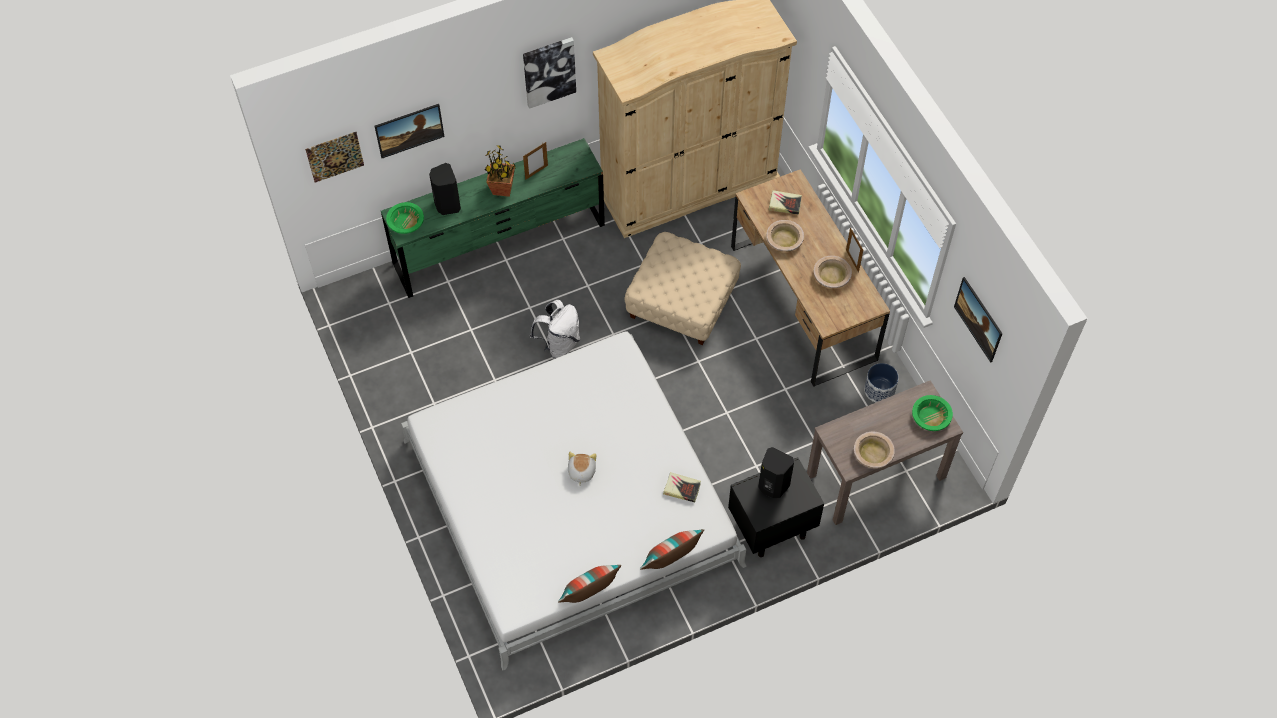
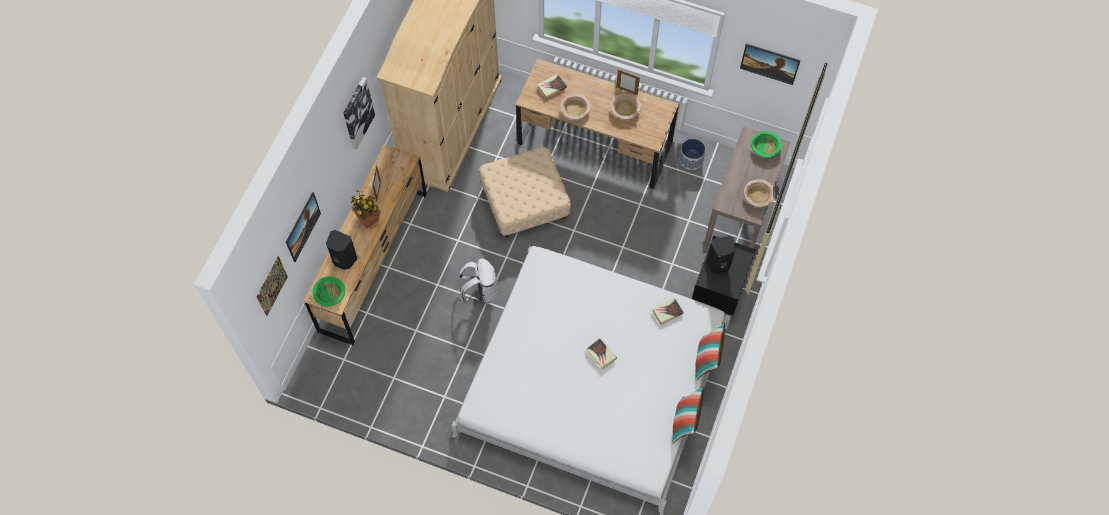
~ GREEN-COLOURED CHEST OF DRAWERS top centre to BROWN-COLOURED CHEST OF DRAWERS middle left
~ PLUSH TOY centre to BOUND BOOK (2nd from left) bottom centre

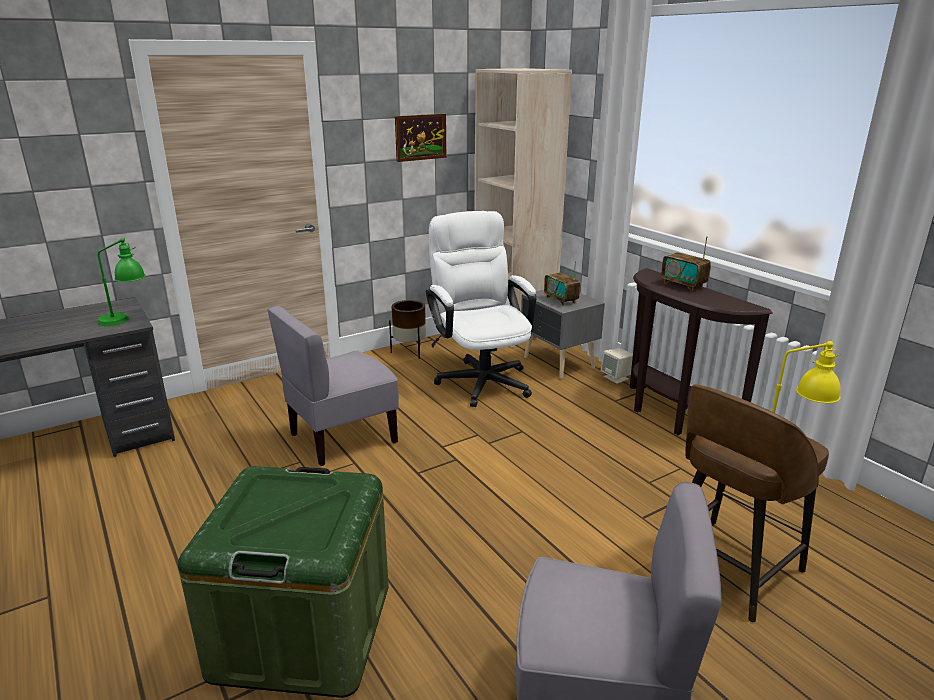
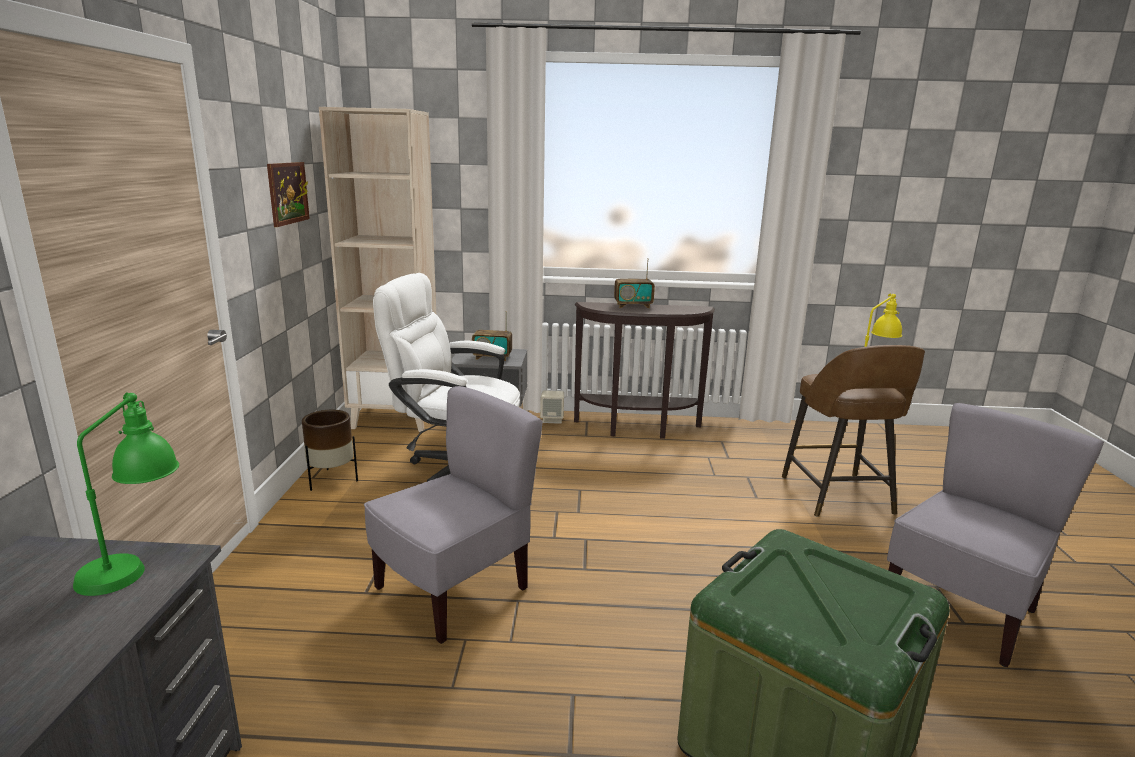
~ GRAY UPRIGHT CHAIR (1st from left) centre = bottom centre 135 degrees counterclockwise

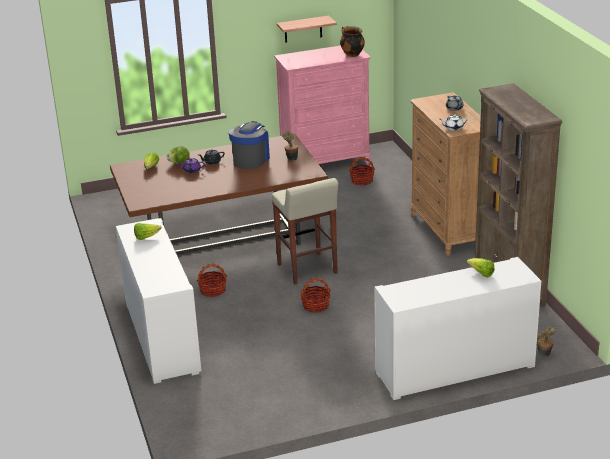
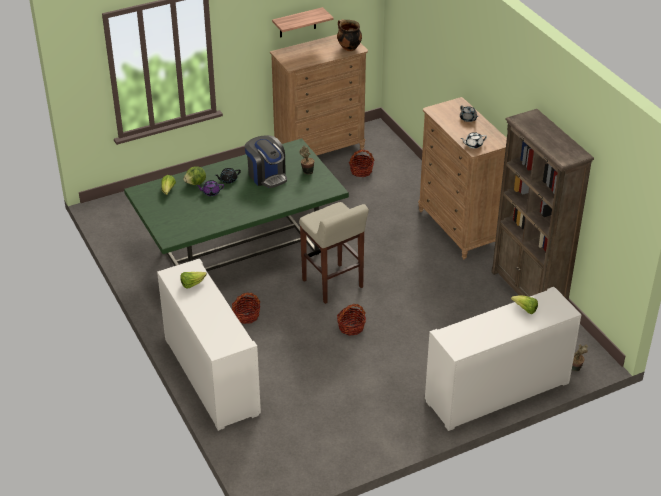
~ BROWN-COLOURED DINING TABLE centre to GREEN-COLOURED DINING TABLE centre
~ COFFEE MAKER top centre = top centre 135 degrees clockwise
~ PINKISH CHEST OF DRAWERS top centre to BROWN-COLOURED CHEST OF DRAWERS (1st from left) top centre

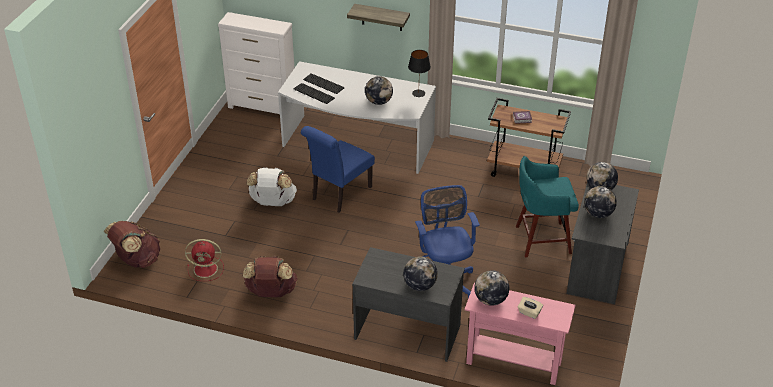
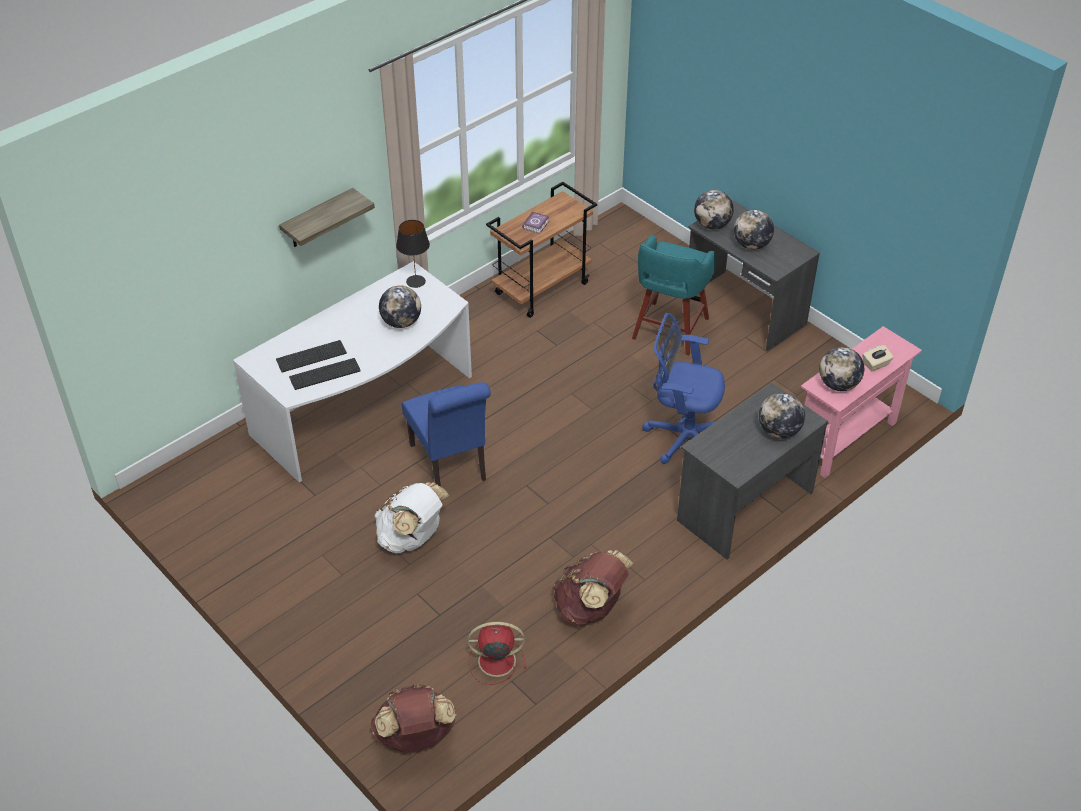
~ RED-COLOURED FAN bottom left = bottom centre 120 degrees counterclockwise
- WHITE-COLOURED CHEST OF DRAWERS top left

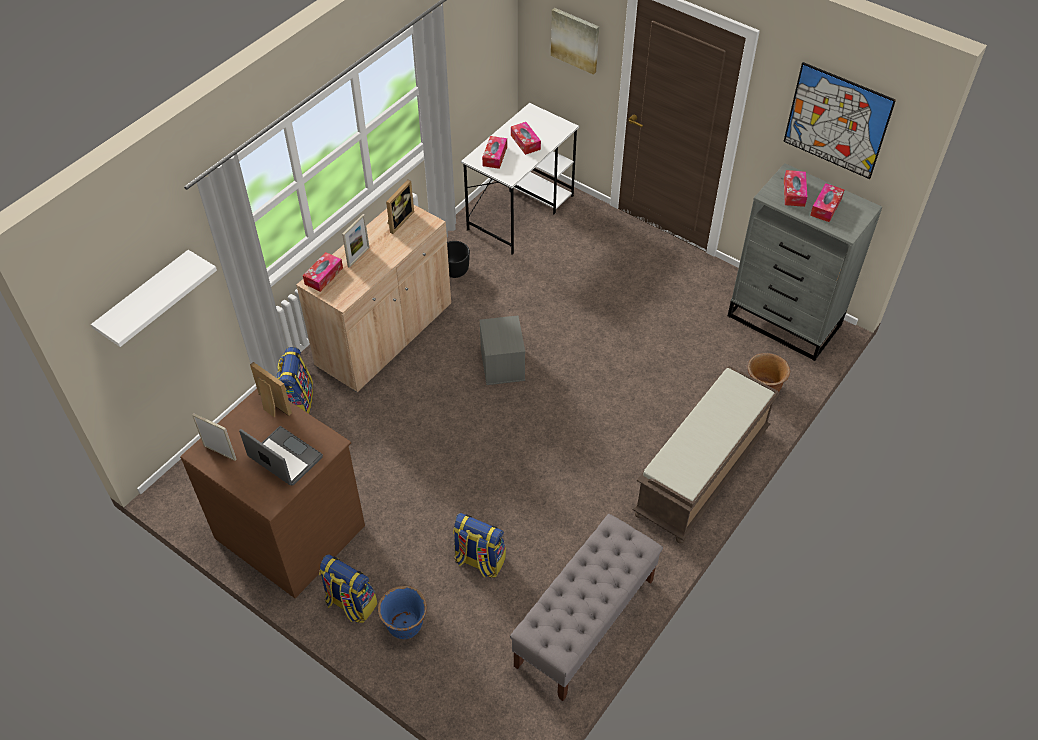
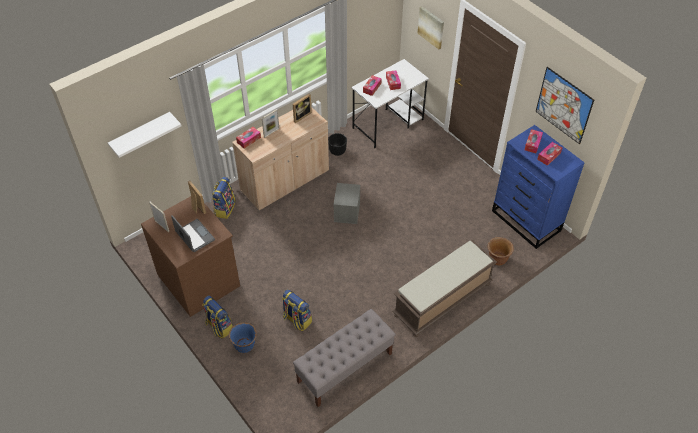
~ GRAY CHEST OF DRAWERS middle right to BLUE CHEST OF DRAWERS middle right

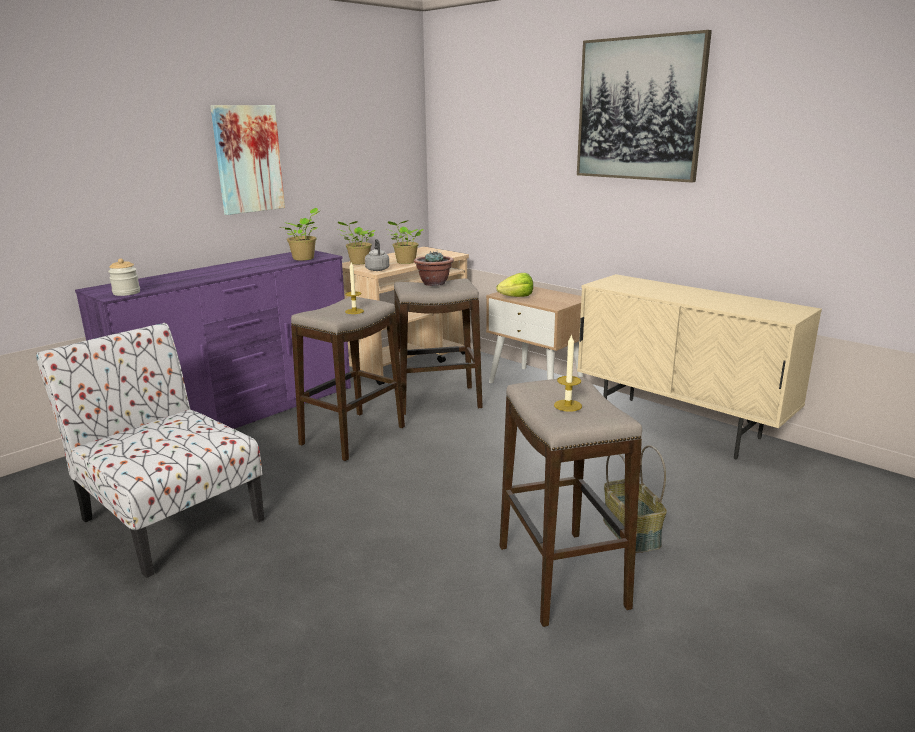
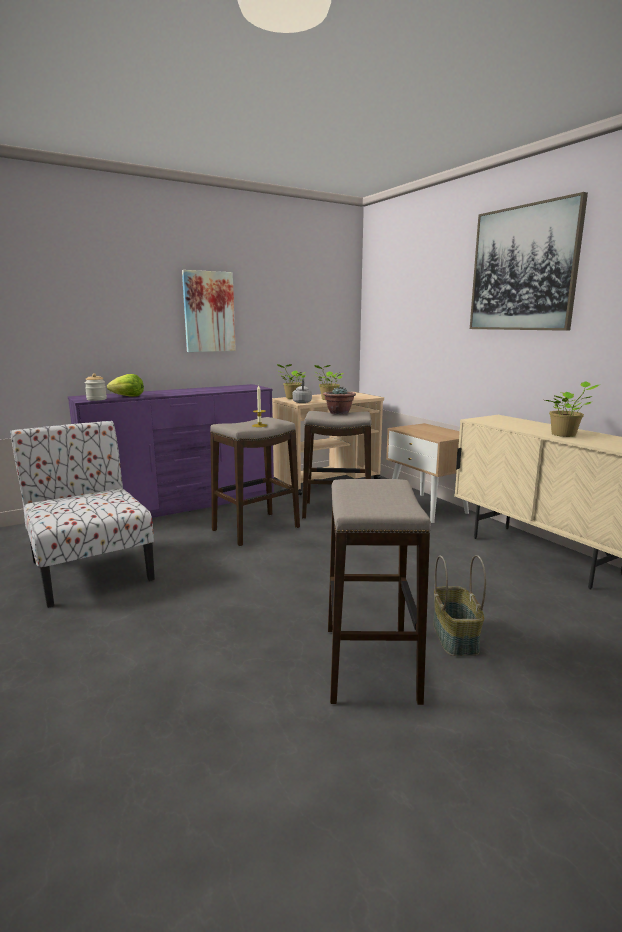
~ HOUSEPLANT (1st from left in the first image) top left to HOUSEPLANT (4th from left) middle right
~ LETTUCE centre to middle left
- WAX CANDLE (2nd from left) centre

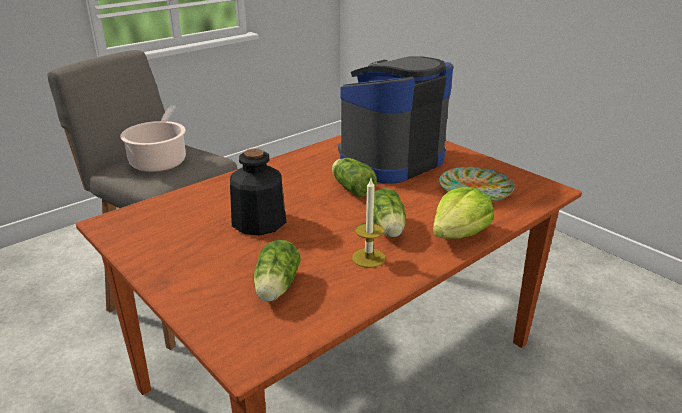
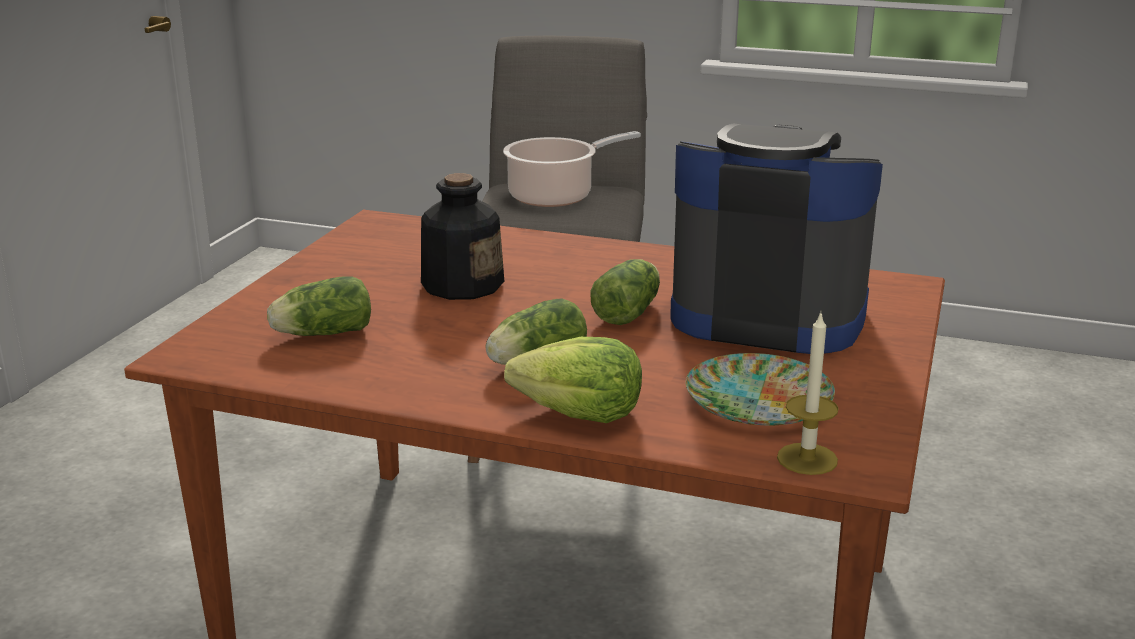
~ WAX CANDLE centre to middle right

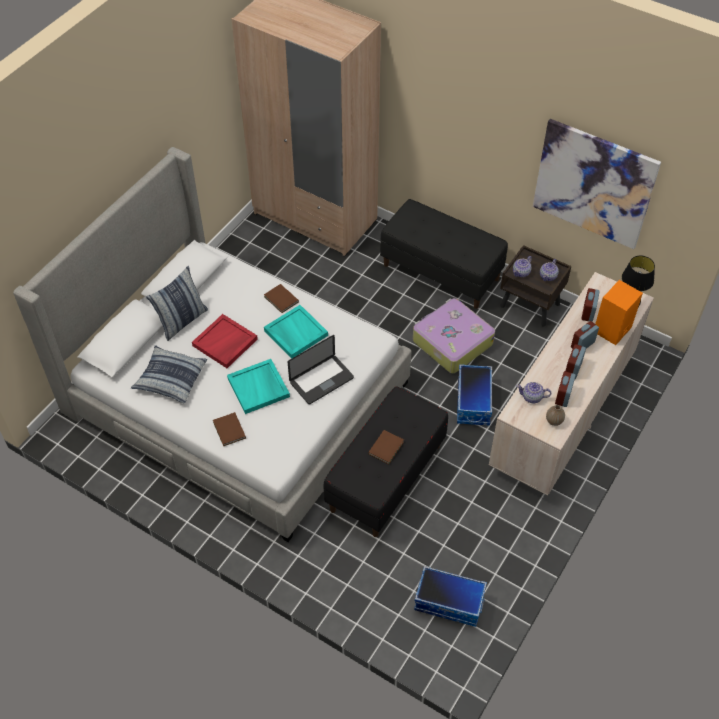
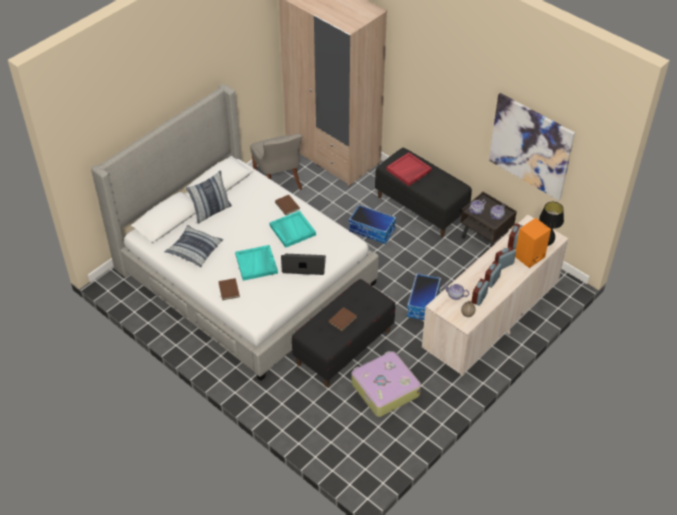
~ RED-COLOURED SERVING TRAY middle left to top centre
~ NOTEBOOK COMPUTER centre = centre 150 degrees counterclockwise
~ SUITCASE centre to bottom centre
~ STORAGE BIN (1st from left) bottom centre to centre
+ GRAY UPRIGHT CHAIR top centre

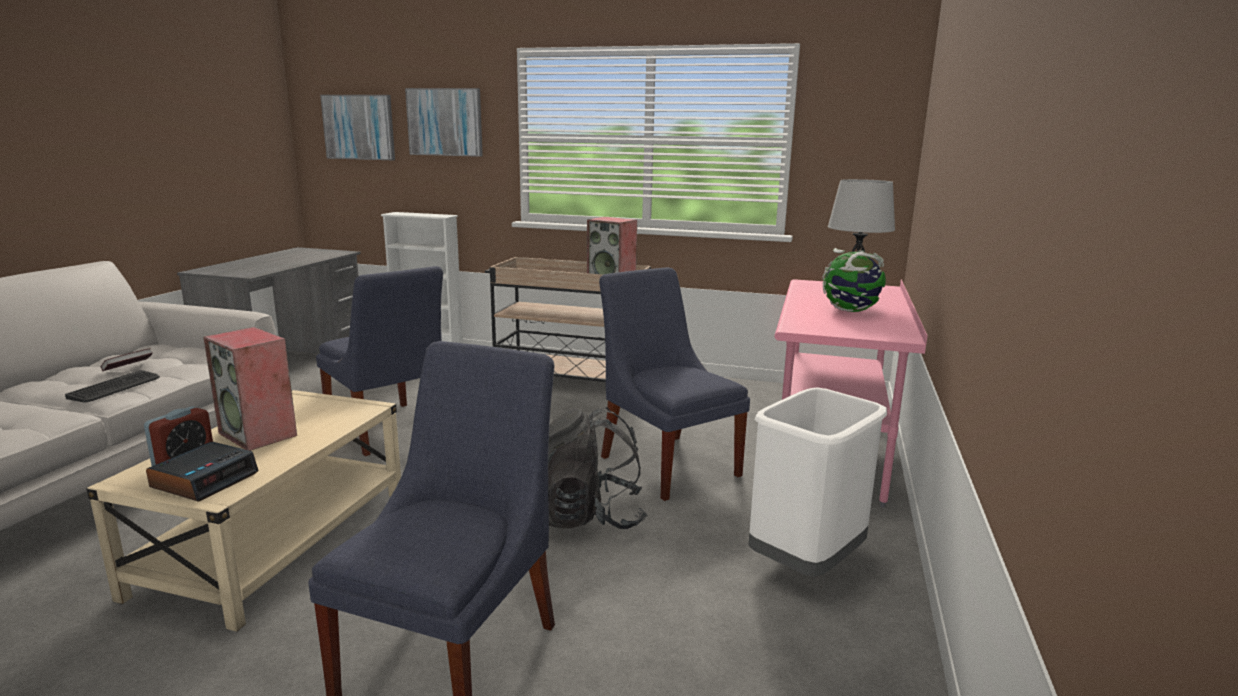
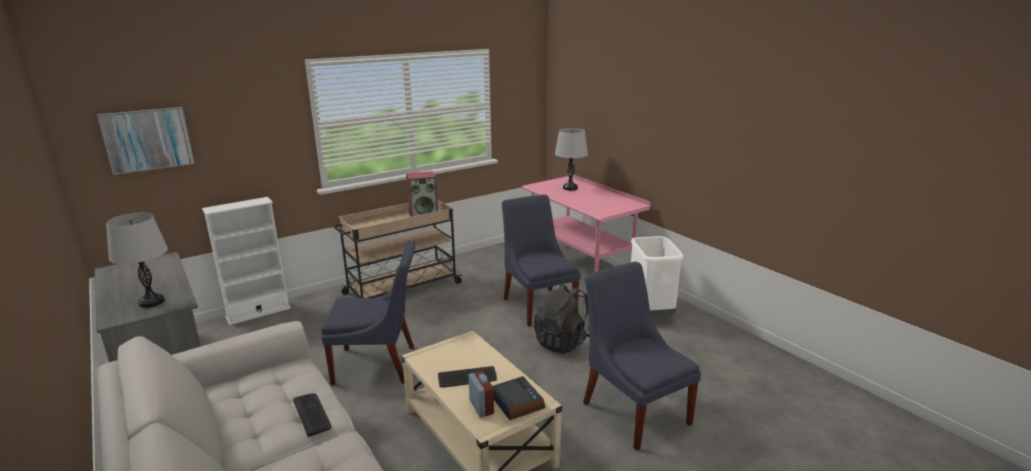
- BOUND BOOK middle left
~ SPEAKER (1st from left) middle left to COMPUTER KEYBOARD (2nd from left) bottom centre
- WALL ART (2nd from left) top centre
~ BLUE UPRIGHT CHAIR (3rd from left in the first image) centre = centre 60 degrees clockwise
- WORLD GLOBE middle right
+ GRAY TABLE LAMP (1st from left) middle left

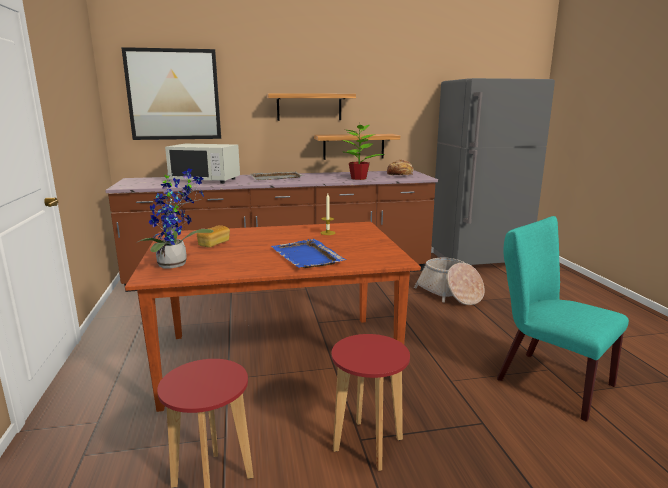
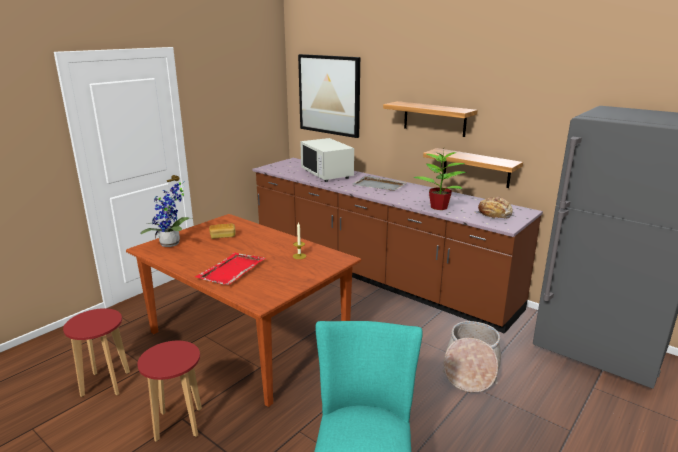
~ BLUE SERVING TRAY centre to RED-COLOURED SERVING TRAY centre

